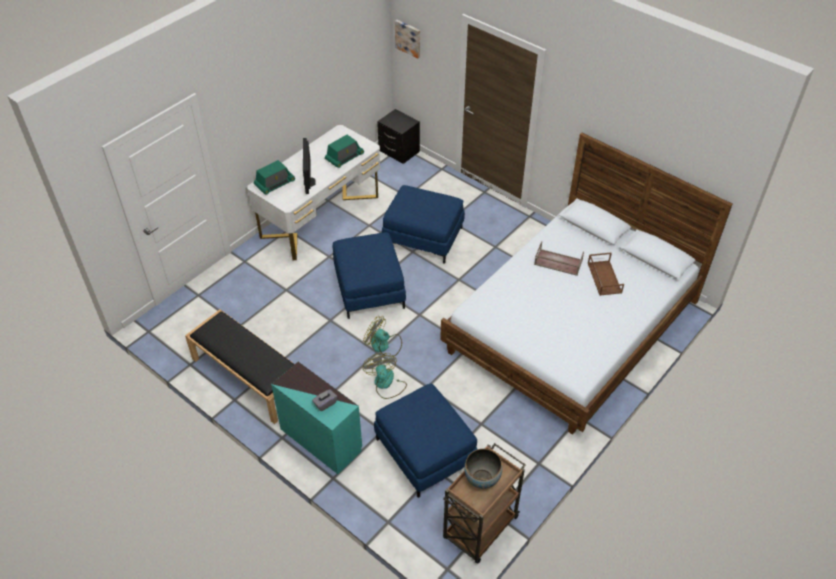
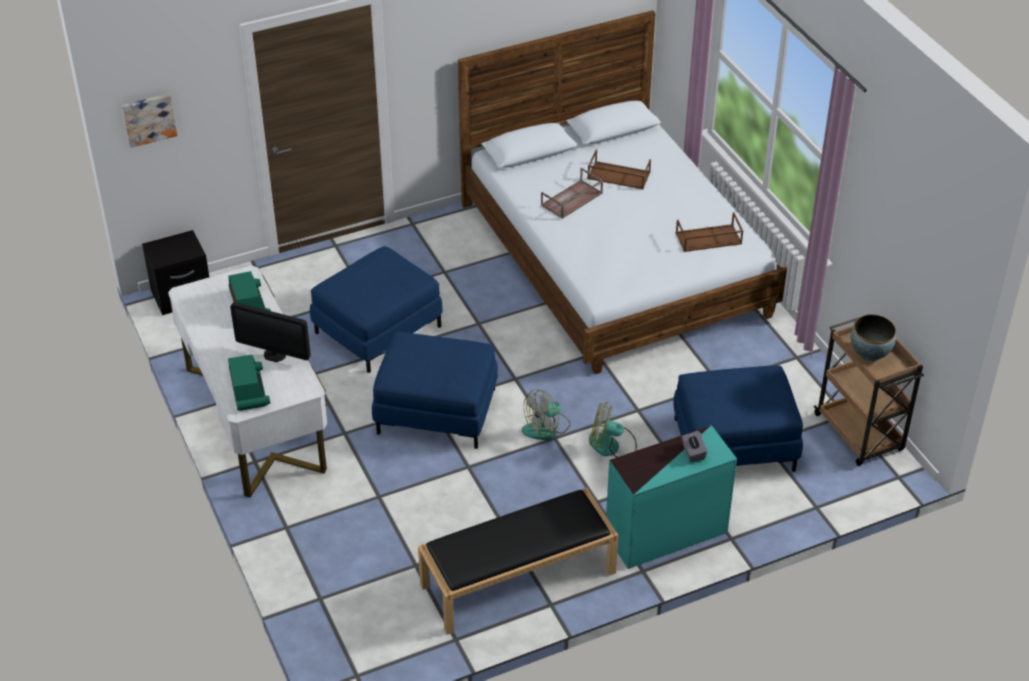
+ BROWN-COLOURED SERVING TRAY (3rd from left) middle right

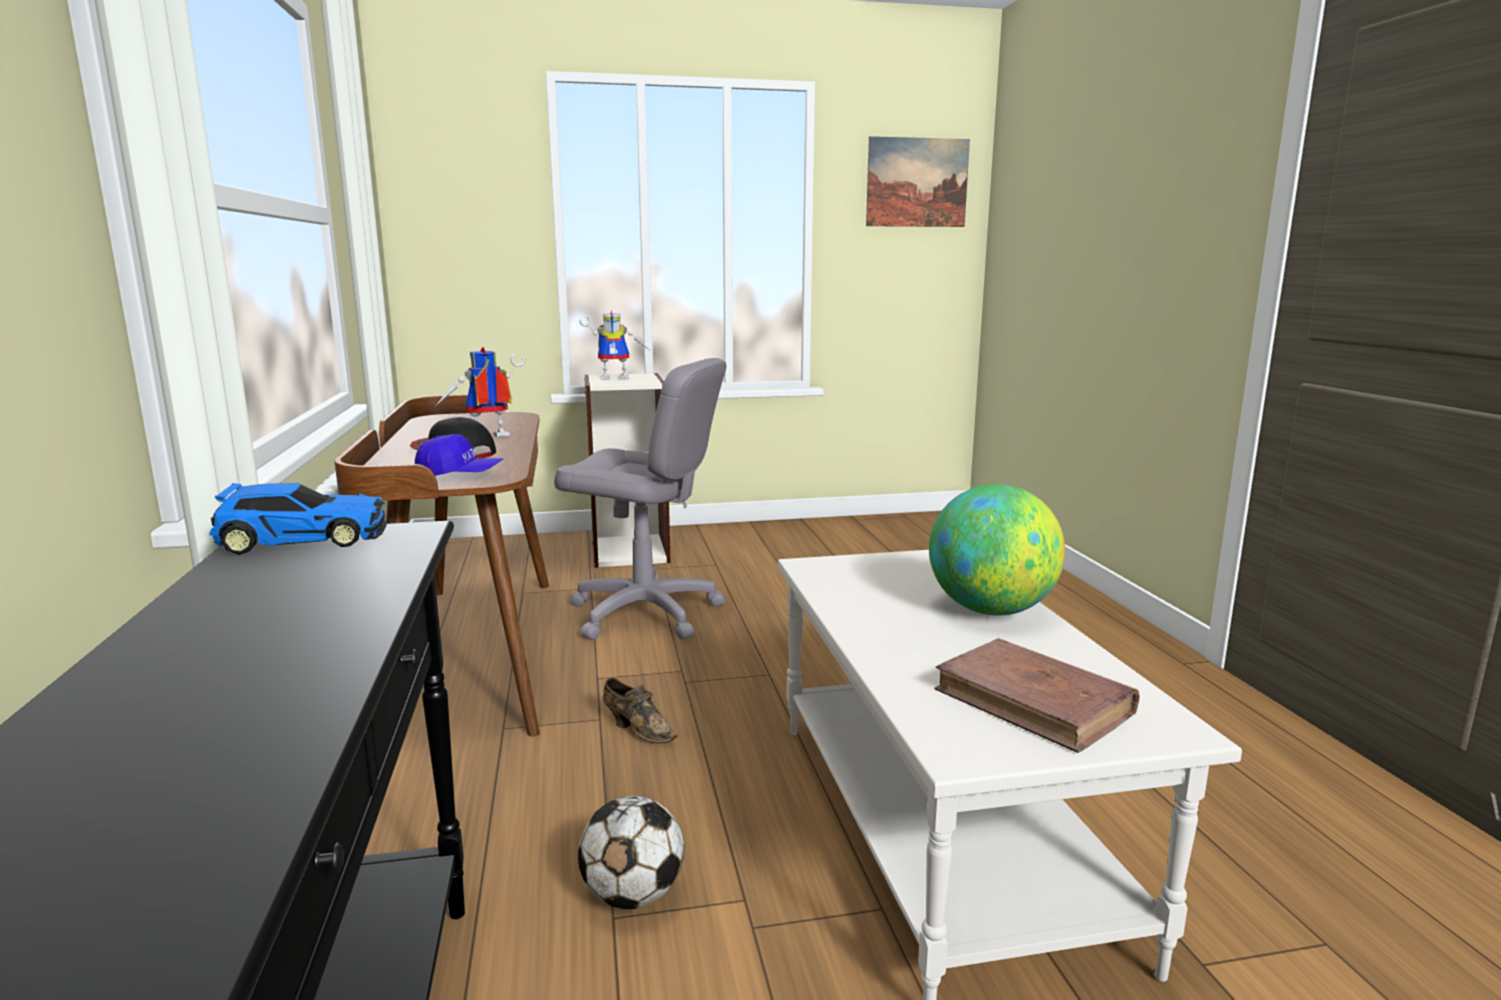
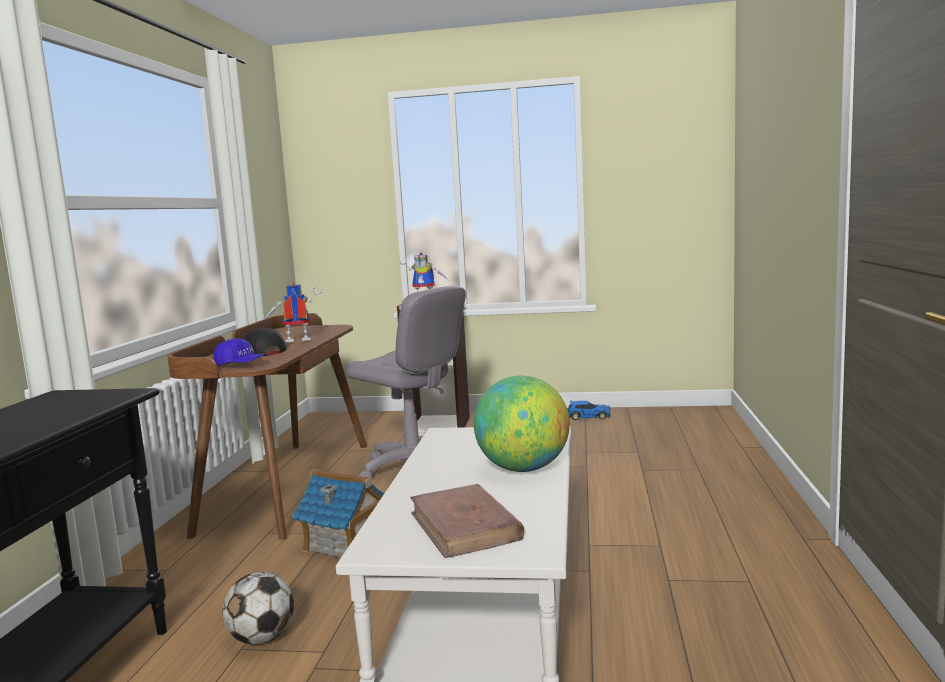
~ TOY CAR middle left to centre
~ BROWN-COLOURED LOW SHOE bottom centre to MODEL HOUSE bottom centre
- WALL ART top centre

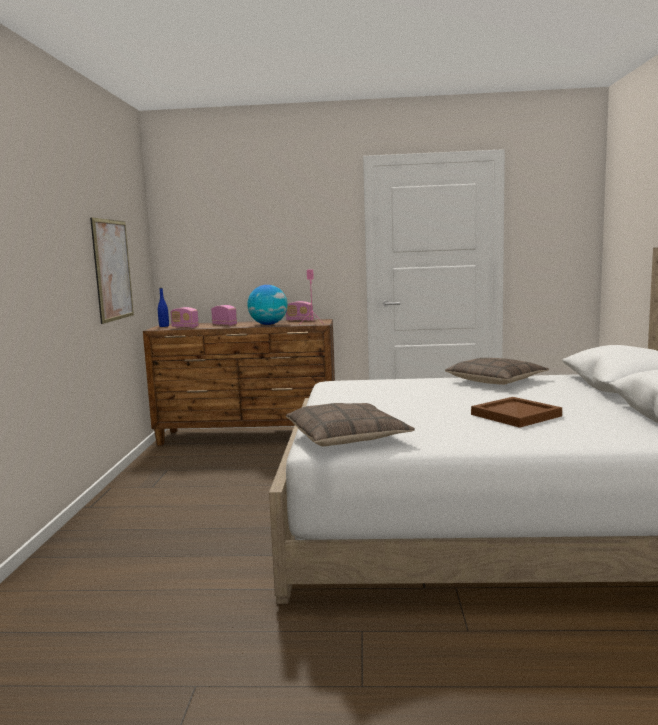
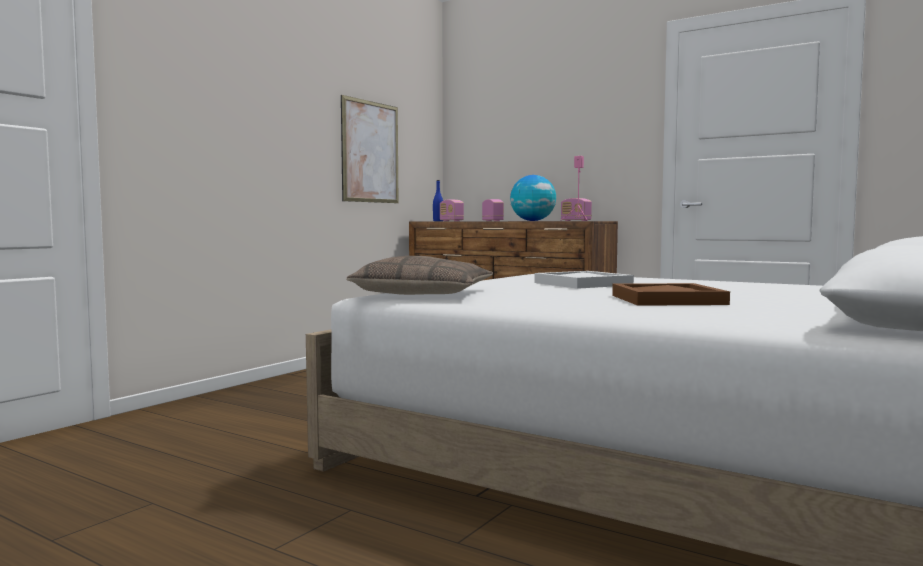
- PILLOW (2nd from left) middle right
+ WHITE-COLOURED SERVING TRAY centre

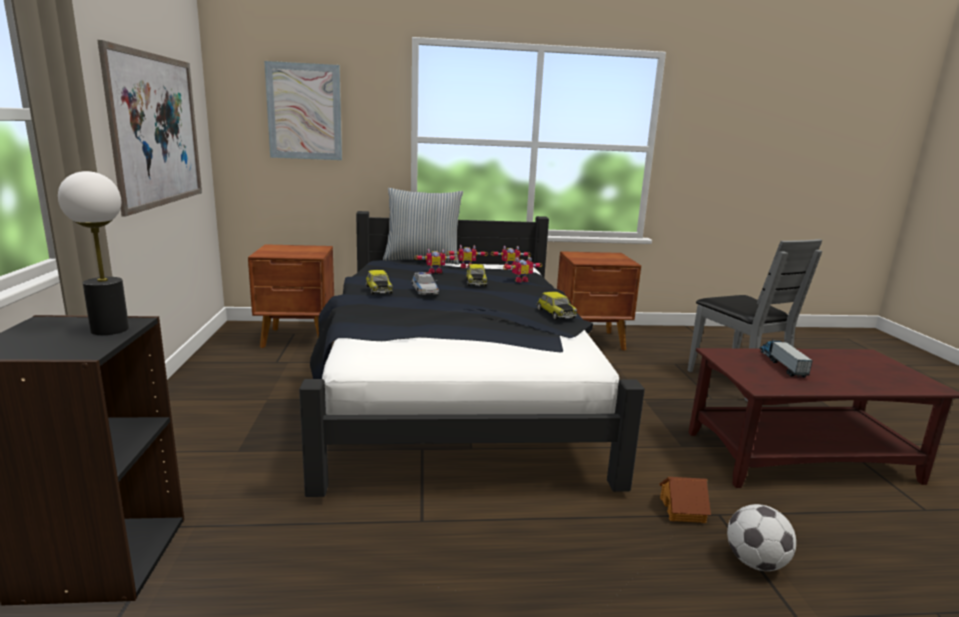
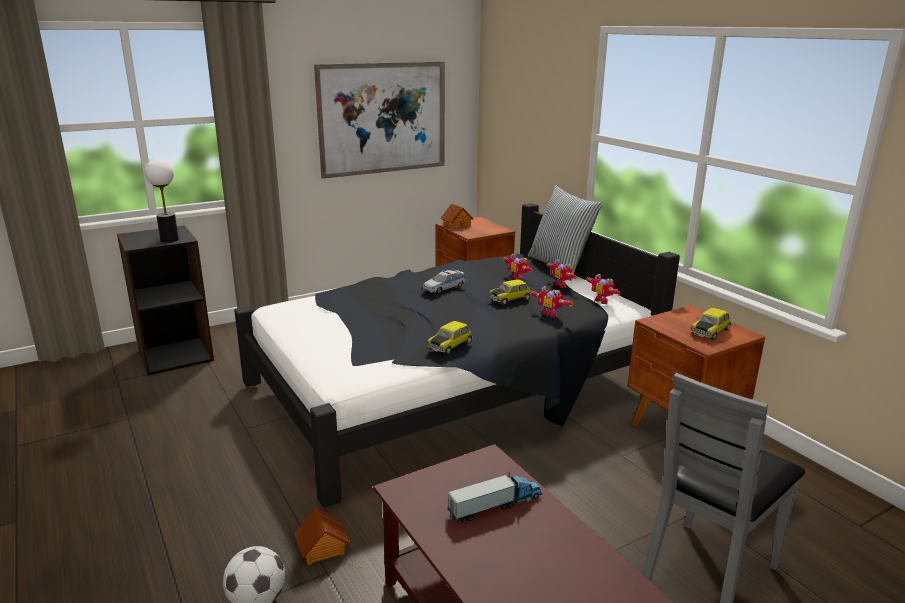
- WALL ART (2nd from left) top left
~ TOY CAR (1st from left in the first image) centre to TOY CAR (4th from left) middle right
+ MODEL HOUSE (2nd from left) centre

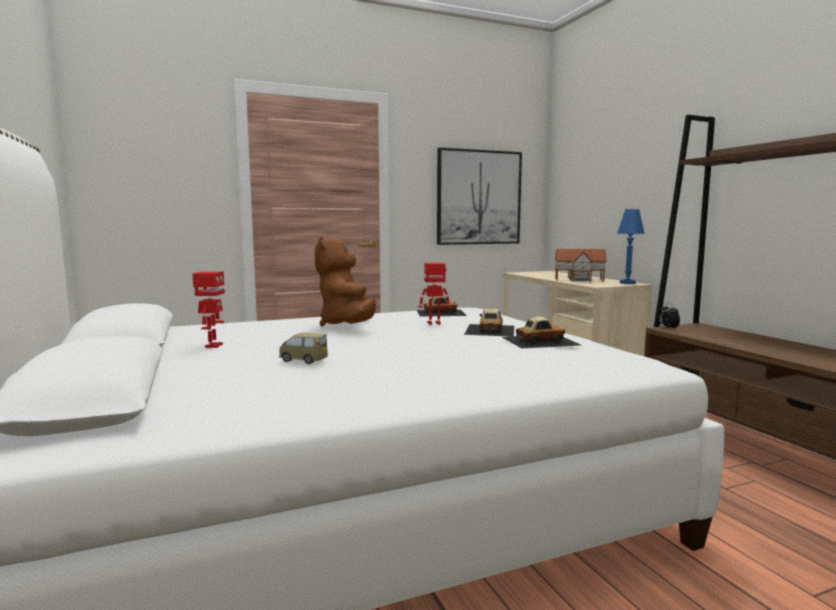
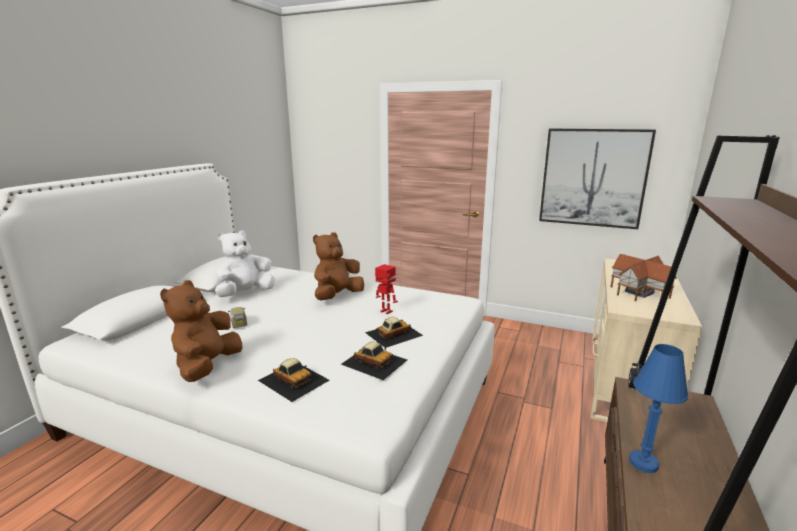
~ MODEL ROBOT (1st from left) middle left to WHITE-COLOURED PLUSH TOY middle left
~ TOY CAR (2nd from left) centre to bottom centre
~ BLUE TABLE LAMP middle right to bottom right
+ BROWN-COLOURED PLUSH TOY (1st from left) middle left

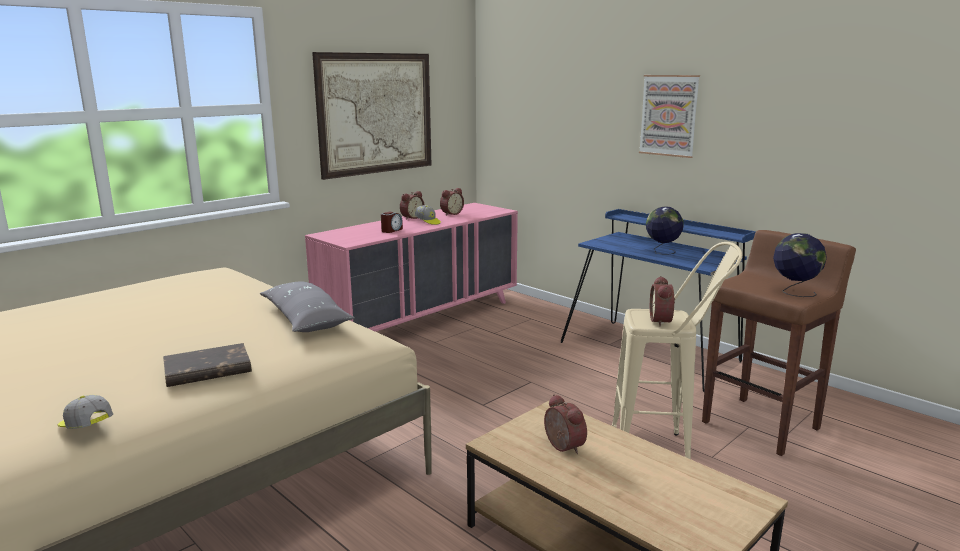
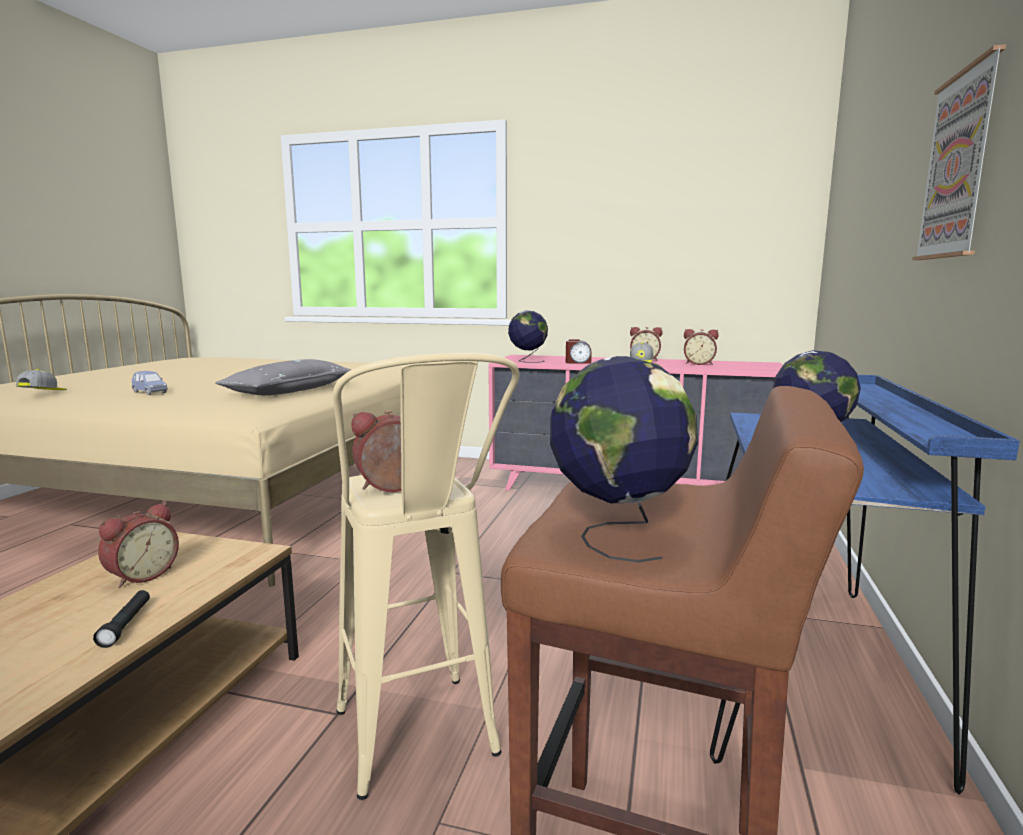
~ BROWN-COLOURED BOUND BOOK middle left to BLUE TOY CAR middle left
- WALL ART (1st from left) top centre
+ BLACKISH HAND TORCH bottom left
+ WORLD GLOBE (1st from left) centre

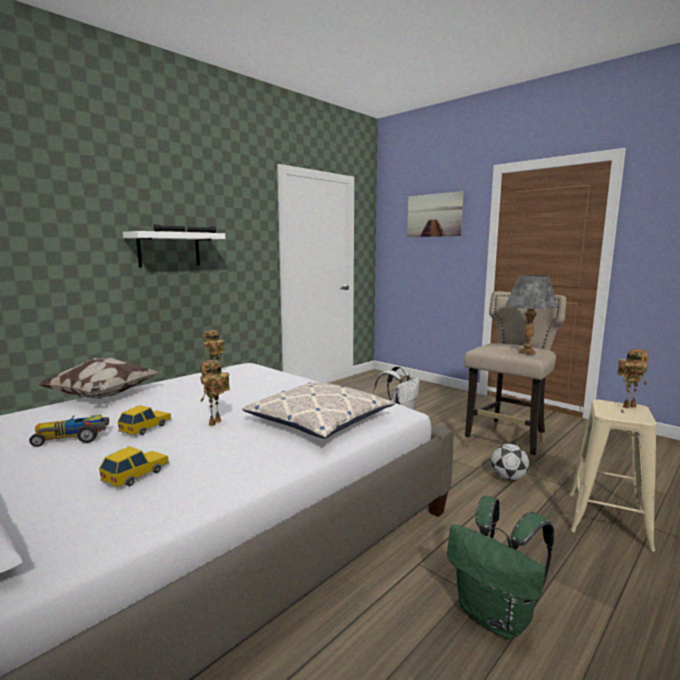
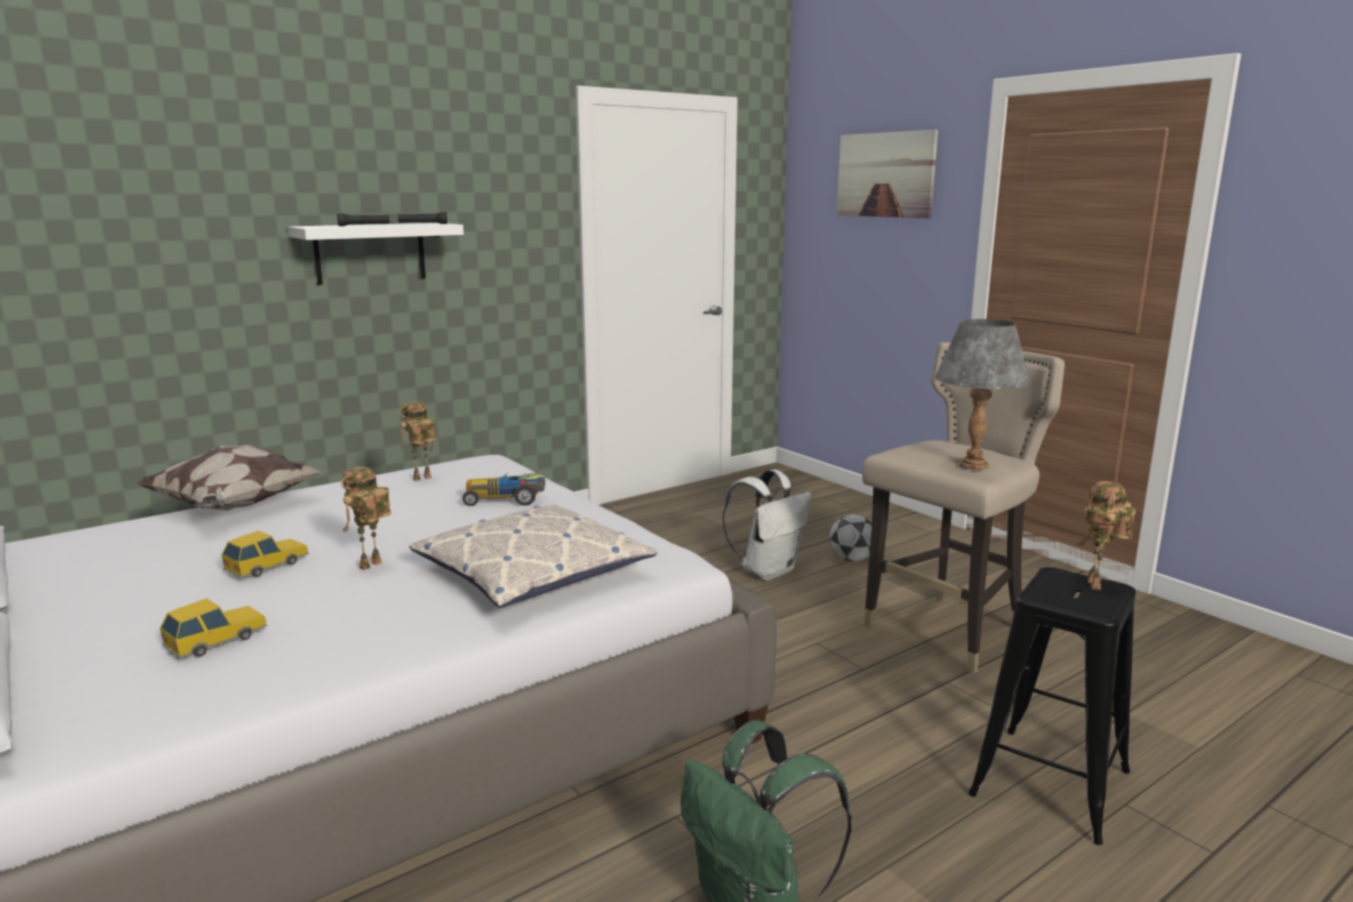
~ TOY CAR (1st from left in the first image) middle left to TOY CAR (3rd from left) centre
~ BALL FOR FOOTBALL bottom right to centre
~ BEIGE STOOL (2nd from left) bottom right to BLACKISH STOOL bottom right
~ MODEL ROBOT (3rd from left) middle right = middle right 105 degrees clockwise

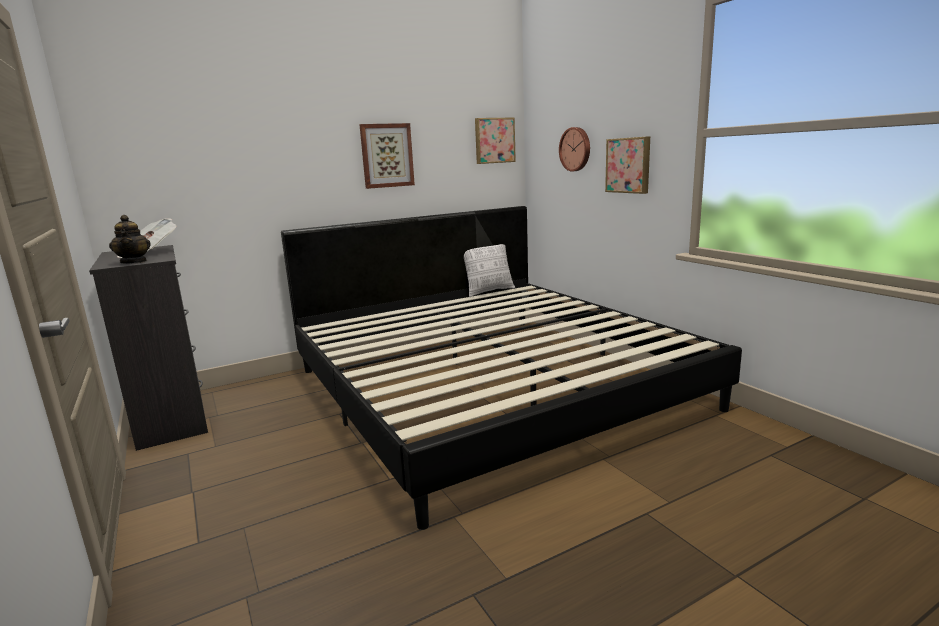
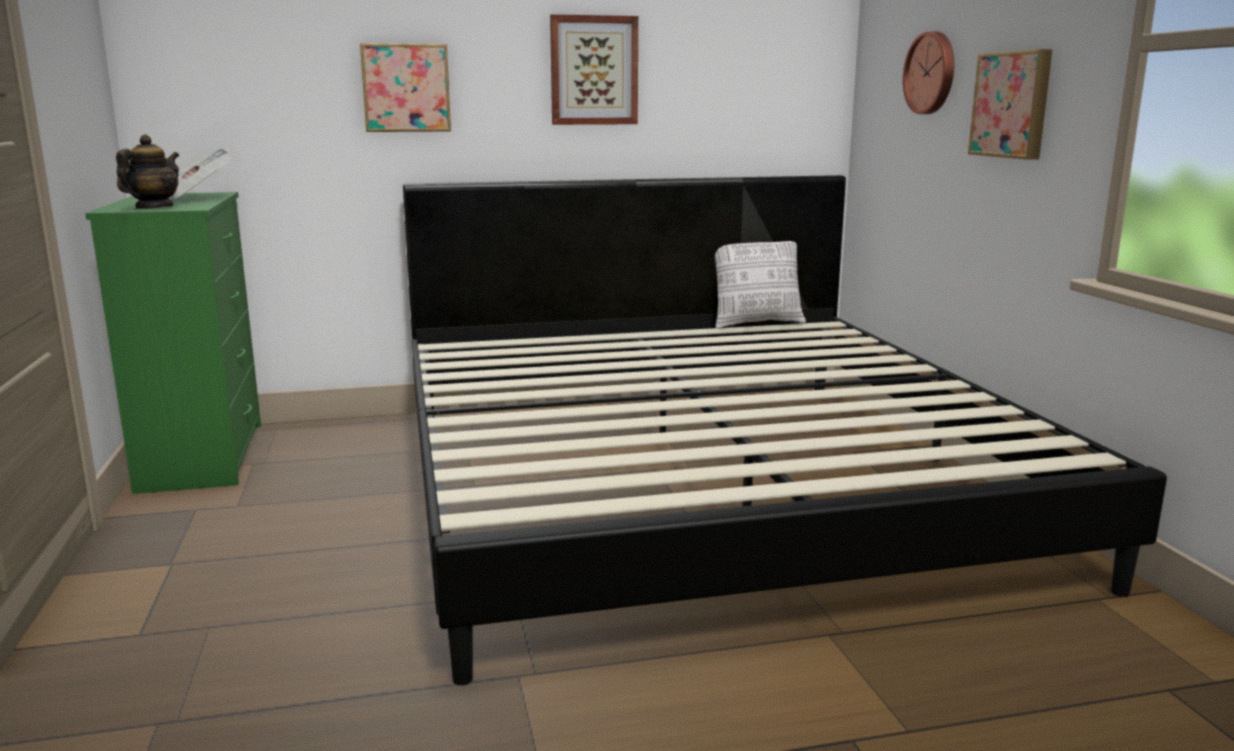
~ BLACKISH CHEST OF DRAWERS middle left to GREEN-COLOURED CHEST OF DRAWERS middle left
~ POT FOR TEA middle left = top left 150 degrees counterclockwise
~ WALL ART (2nd from left in the first image) top centre to WALL ART (1st from left) top left

